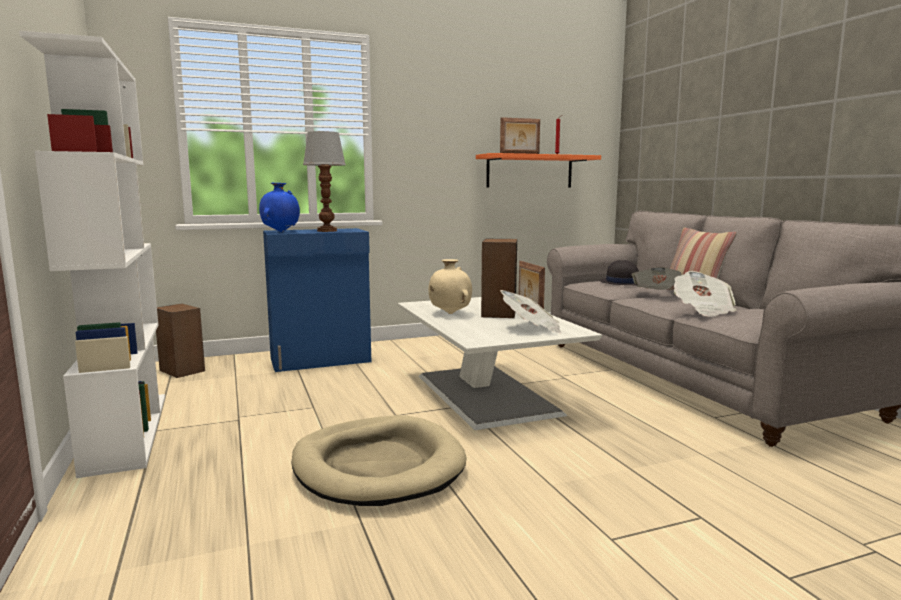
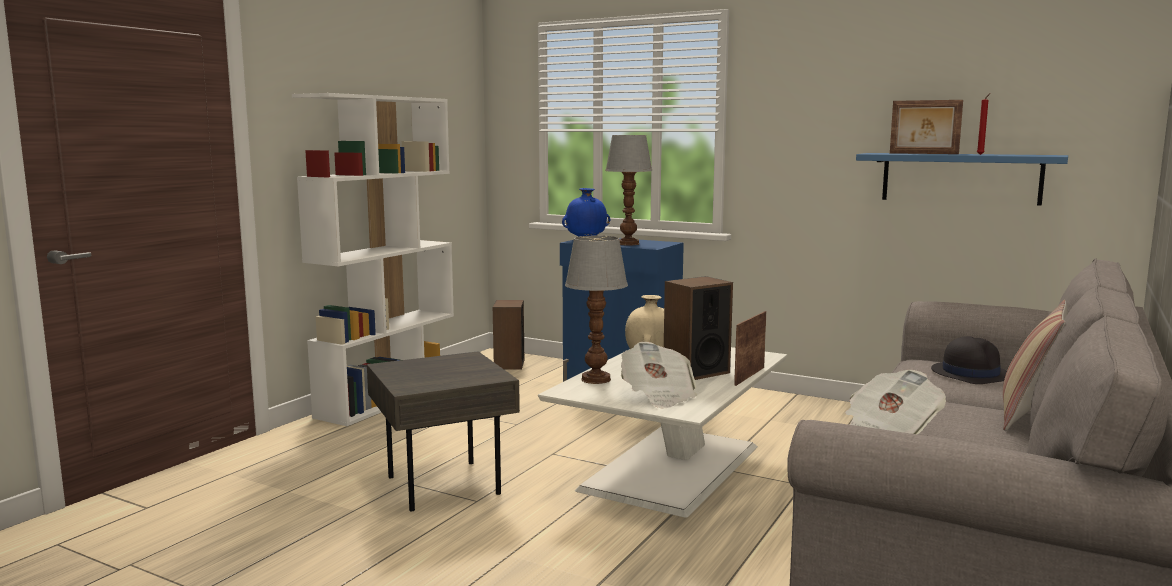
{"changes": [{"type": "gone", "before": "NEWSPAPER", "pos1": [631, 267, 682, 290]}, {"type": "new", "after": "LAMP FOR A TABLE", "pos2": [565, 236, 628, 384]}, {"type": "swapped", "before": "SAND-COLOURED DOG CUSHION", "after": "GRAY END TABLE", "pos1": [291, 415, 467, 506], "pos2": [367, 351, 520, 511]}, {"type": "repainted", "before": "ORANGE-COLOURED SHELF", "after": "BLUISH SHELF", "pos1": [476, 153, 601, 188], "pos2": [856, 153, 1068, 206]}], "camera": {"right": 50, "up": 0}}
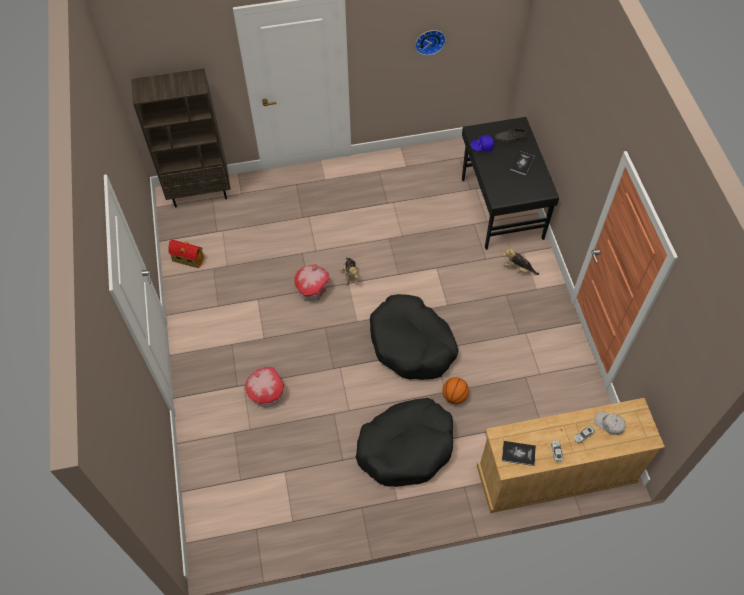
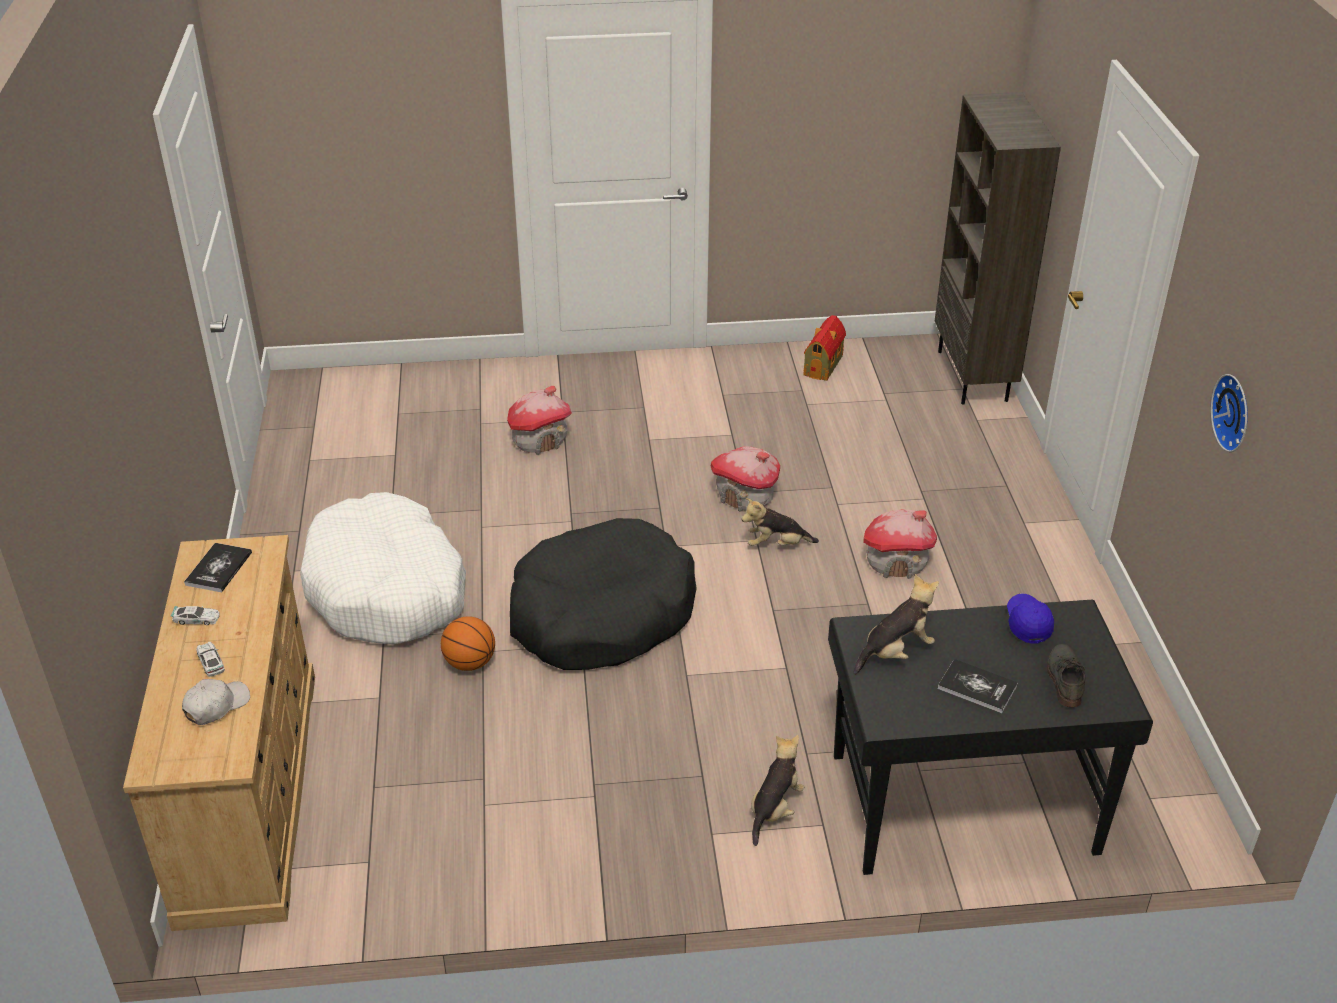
{"changes": [{"type": "new", "after": "CUDDLY TOY", "pos2": [854, 574, 939, 675]}, {"type": "new", "after": "TOY HOUSE", "pos2": [863, 509, 937, 579]}, {"type": "repainted", "before": "BLACK DOG CUSHION", "after": "WHITISH DOG CUSHION", "pos1": [356, 398, 453, 487], "pos2": [300, 492, 466, 645]}], "camera": {"right": 95, "up": -20}}
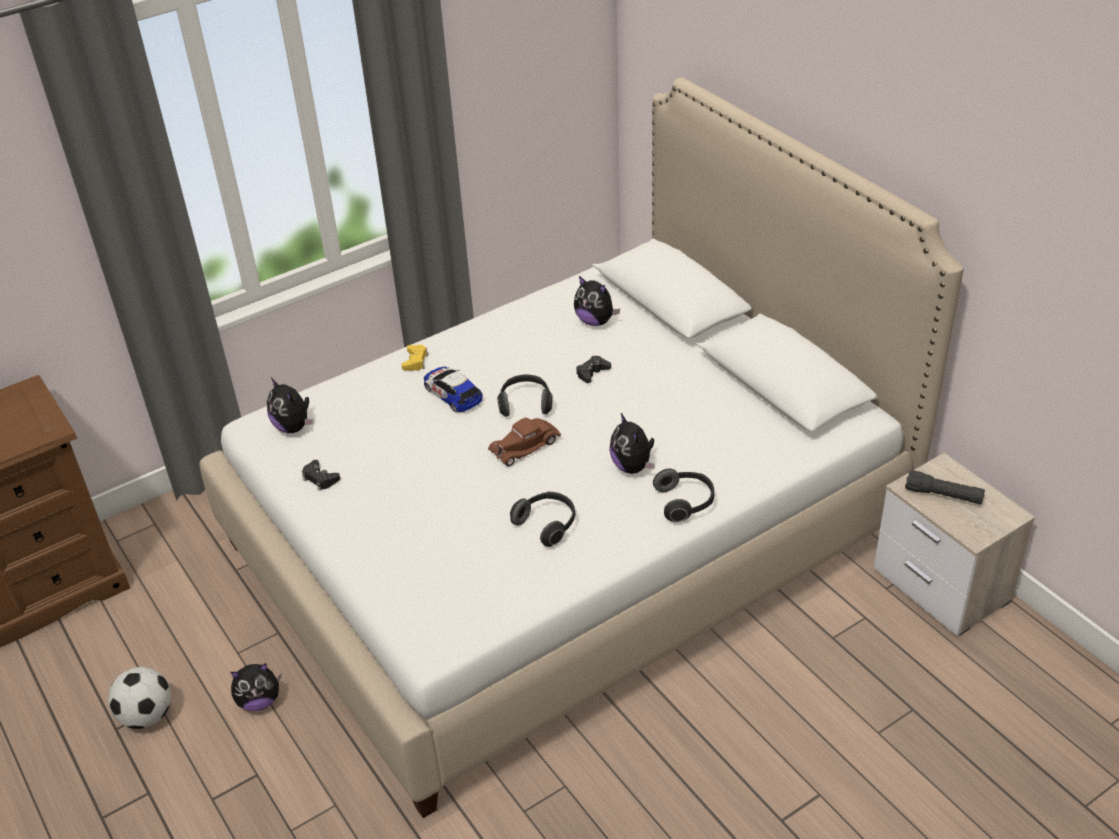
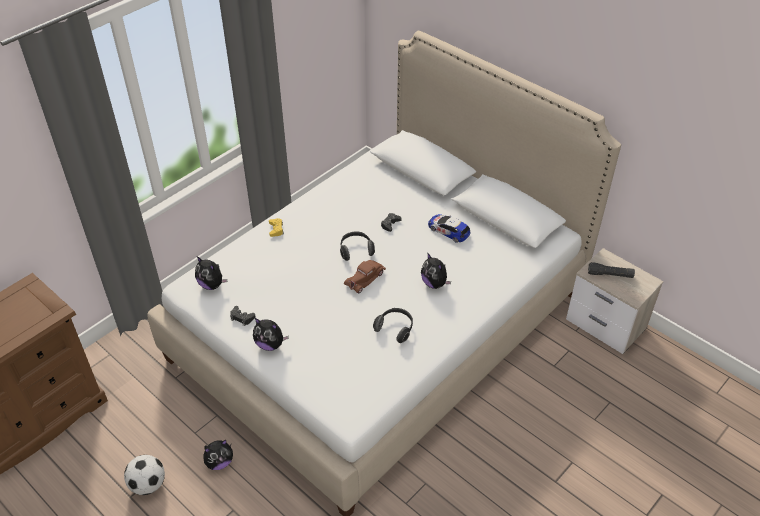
{"changes": [{"type": "gone", "before": "HEADSET", "pos1": [653, 469, 714, 522]}, {"type": "shifted", "before": "MODEL CAR", "pos1": [424, 366, 483, 412], "pos2": [428, 214, 470, 243]}, {"type": "shifted", "before": "CUDDLY TOY", "pos1": [574, 276, 620, 326], "pos2": [253, 318, 289, 351]}], "camera": {"right": -15, "up": 5}}
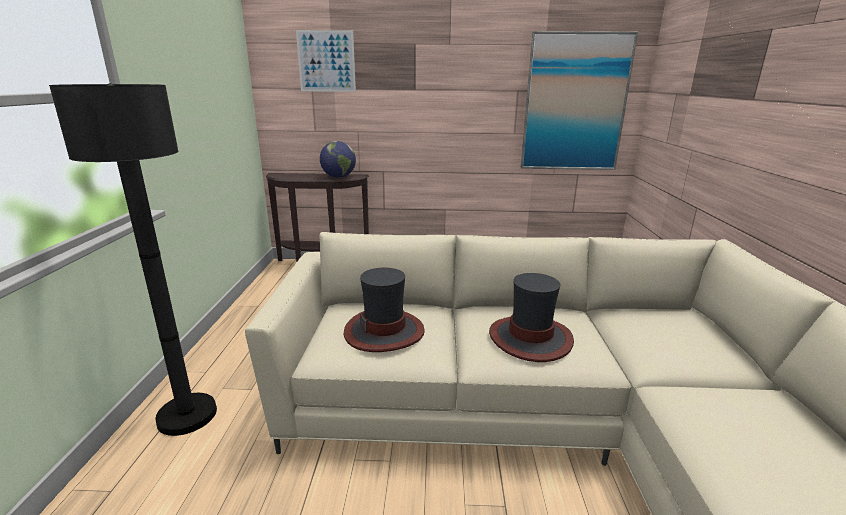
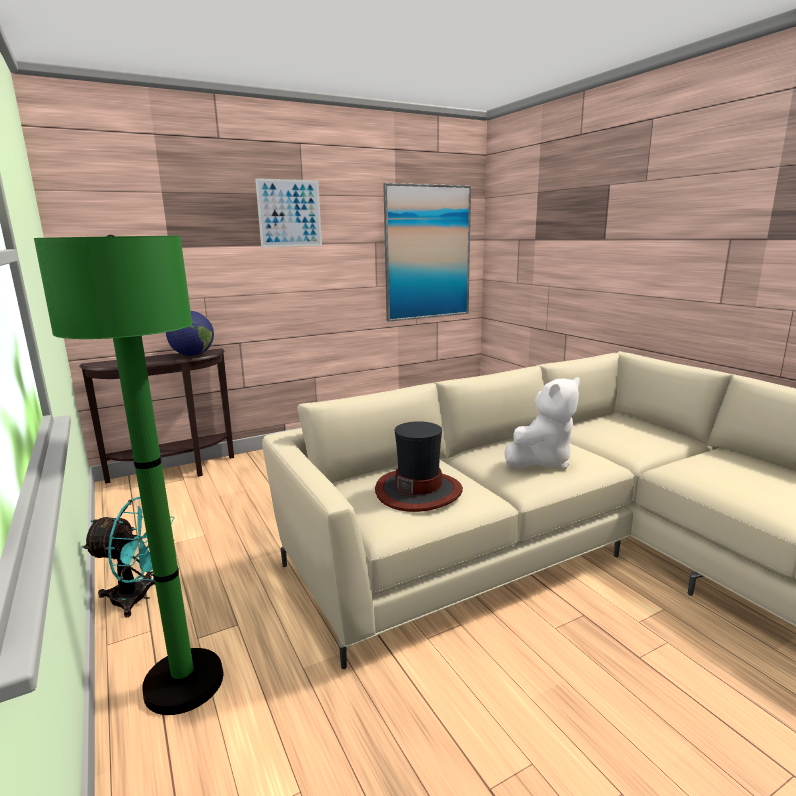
{"changes": [{"type": "new", "after": "TURQUOISE FAN", "pos2": [82, 497, 175, 618]}, {"type": "shifted", "before": "PICTURE", "pos1": [296, 30, 356, 92], "pos2": [255, 178, 322, 247]}, {"type": "swapped", "before": "CLOTHING HAT", "after": "WHITISH CUDDLY TOY", "pos1": [489, 273, 574, 362], "pos2": [504, 377, 580, 469]}, {"type": "repainted", "before": "BLACK STANDARD LAMP", "after": "GREEN STANDARD LAMP", "pos1": [49, 83, 217, 436], "pos2": [34, 235, 223, 715]}], "camera": {"right": -30, "up": -5}}
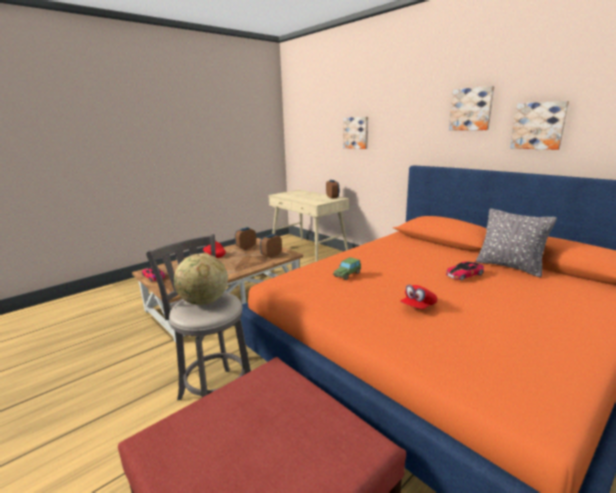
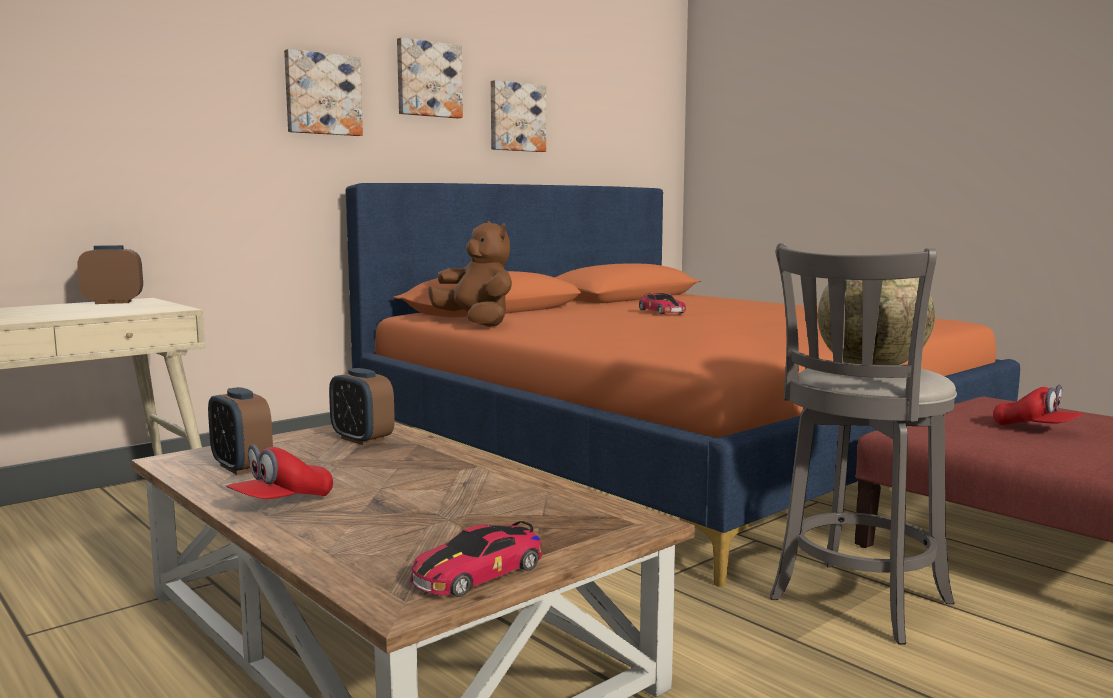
{"changes": [{"type": "gone", "before": "MODEL CAR", "pos1": [333, 257, 361, 280]}, {"type": "gone", "before": "GRAY THROW PILLOW", "pos1": [476, 208, 557, 277]}, {"type": "new", "after": "BROWNISH CUDDLY TOY", "pos2": [428, 221, 512, 327]}, {"type": "shifted", "before": "PICTURE", "pos1": [343, 117, 368, 149], "pos2": [284, 49, 363, 136]}, {"type": "shifted", "before": "REDDISH PEAKED CAP", "pos1": [400, 285, 437, 309], "pos2": [993, 385, 1084, 425]}], "camera": {"right": -90, "up": -10}}
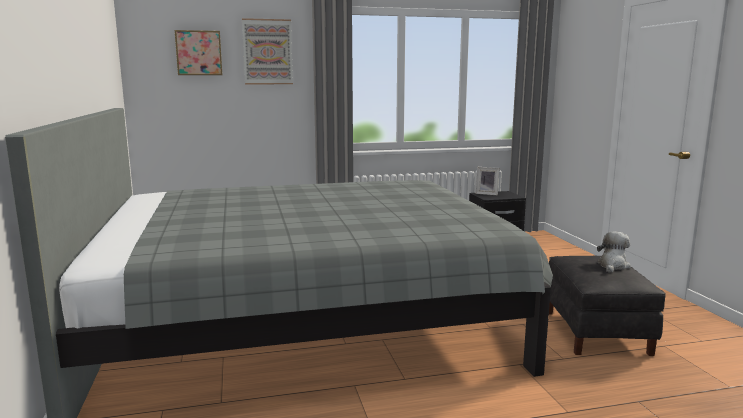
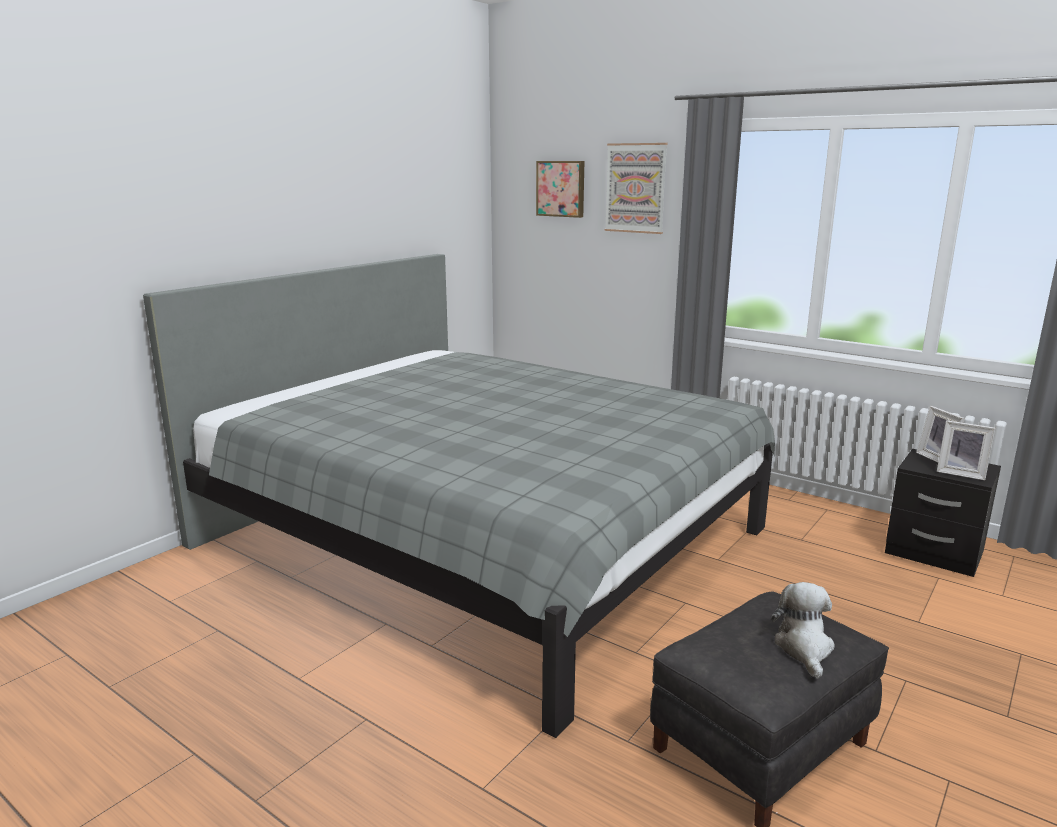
{"changes": [{"type": "new", "after": "PICTURE FRAME", "pos2": [937, 420, 995, 480]}, {"type": "rotated", "before": "CUDDLY TOY", "pos1": [597, 231, 631, 273], "pos2": [771, 582, 835, 679], "turn": -75}], "camera": {"right": 50, "up": 5}}
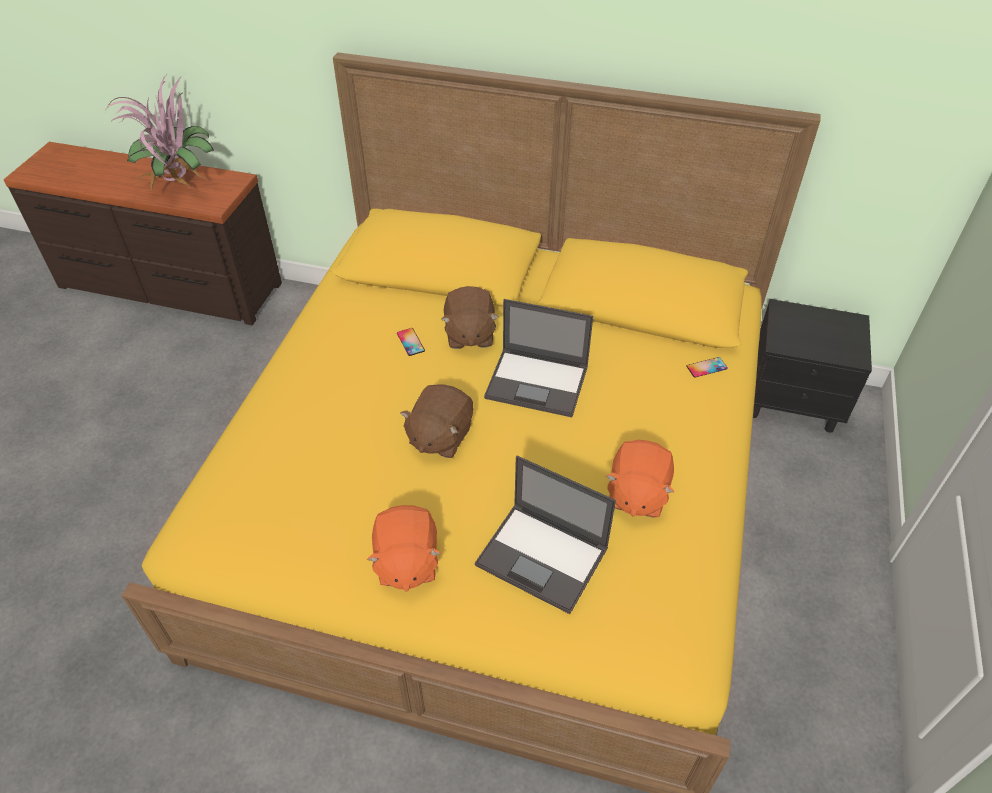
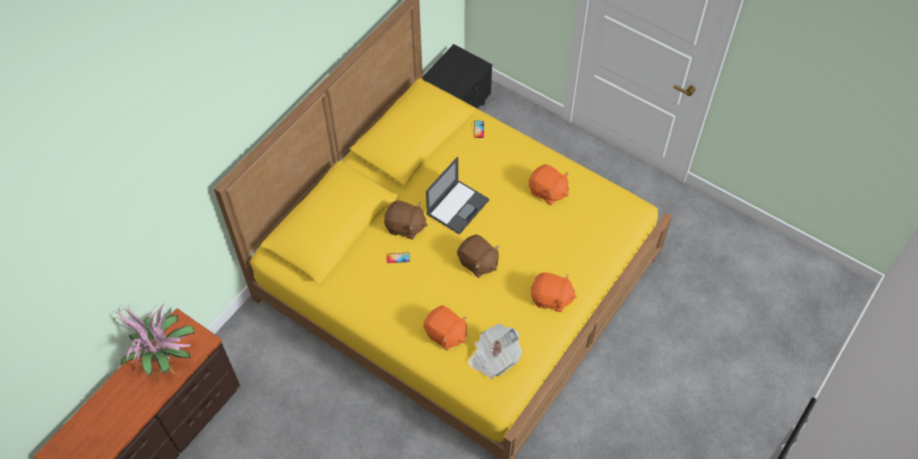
{"changes": [{"type": "gone", "before": "PORTABLE COMPUTER", "pos1": [475, 456, 616, 614]}, {"type": "new", "after": "ORANGE-COLOURED CUDDLY TOY", "pos2": [423, 306, 467, 350]}, {"type": "new", "after": "NEWSPAPER", "pos2": [468, 324, 522, 379]}], "camera": {"right": -70, "up": 10}}
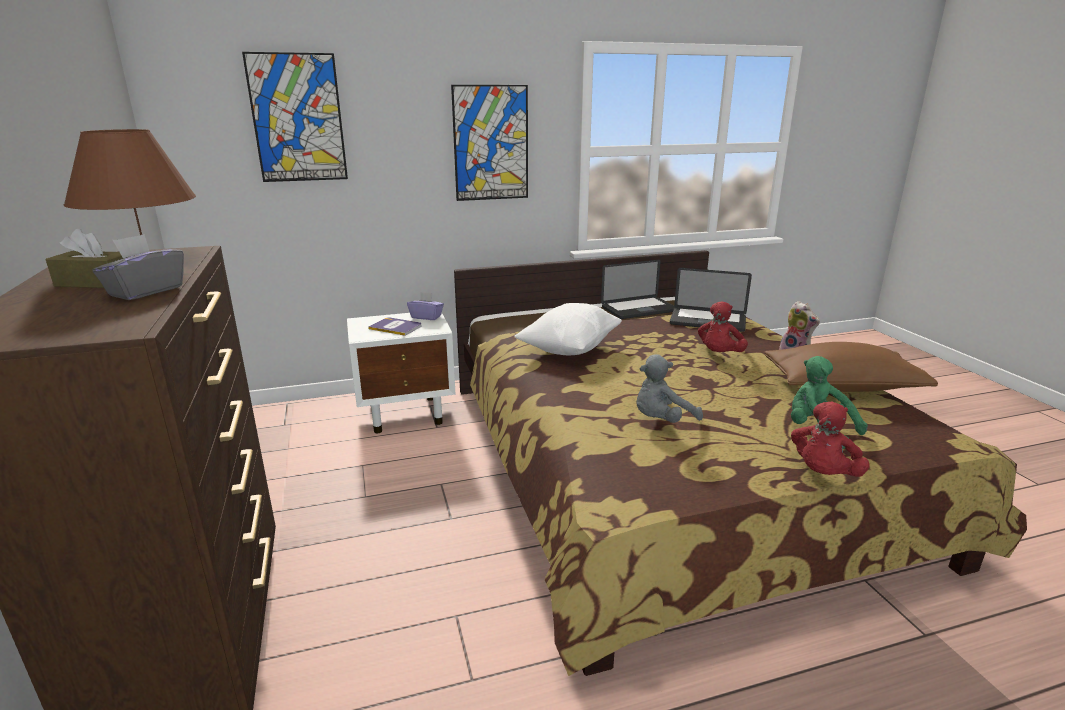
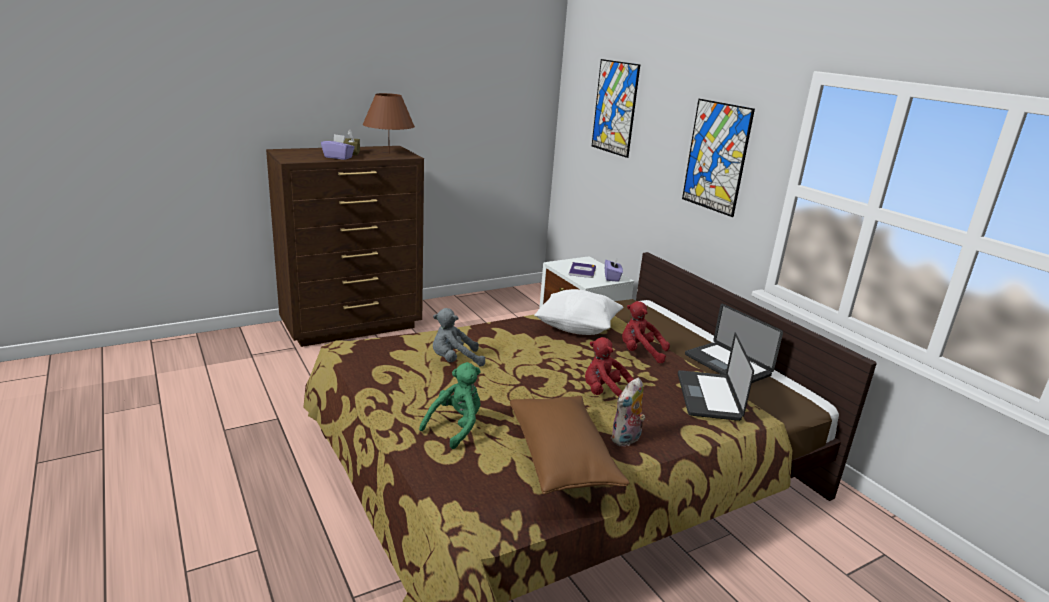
{"changes": [{"type": "shifted", "before": "REDDISH CUDDLY TOY", "pos1": [791, 401, 870, 477], "pos2": [622, 301, 670, 363]}, {"type": "repainted", "before": "GRAY TISSUE HOLDER", "after": "PURPLE TISSUE HOLDER", "pos1": [92, 234, 184, 300], "pos2": [321, 134, 355, 160]}, {"type": "rotated", "before": "GRAY CUDDLY TOY", "pos1": [636, 354, 703, 423], "pos2": [433, 308, 485, 366], "turn": -60}], "camera": {"right": 75, "up": 0}}
